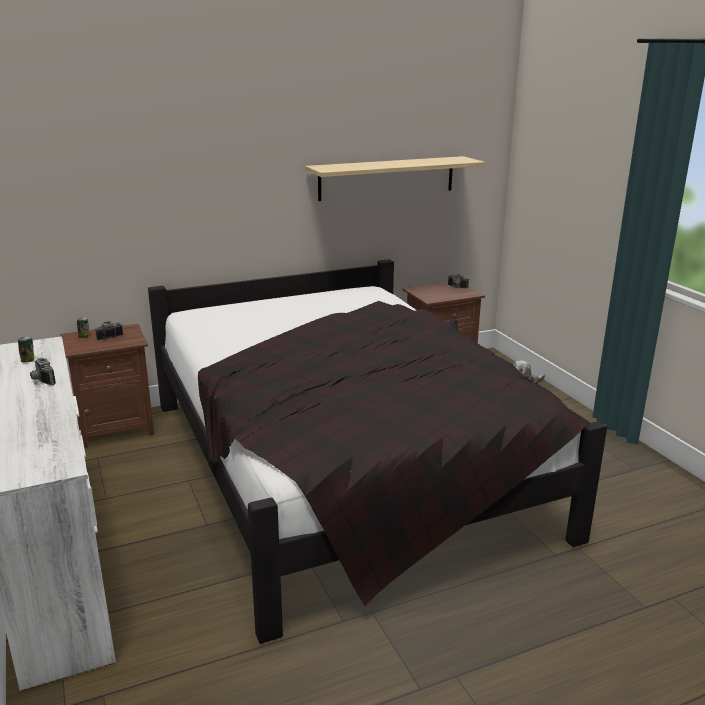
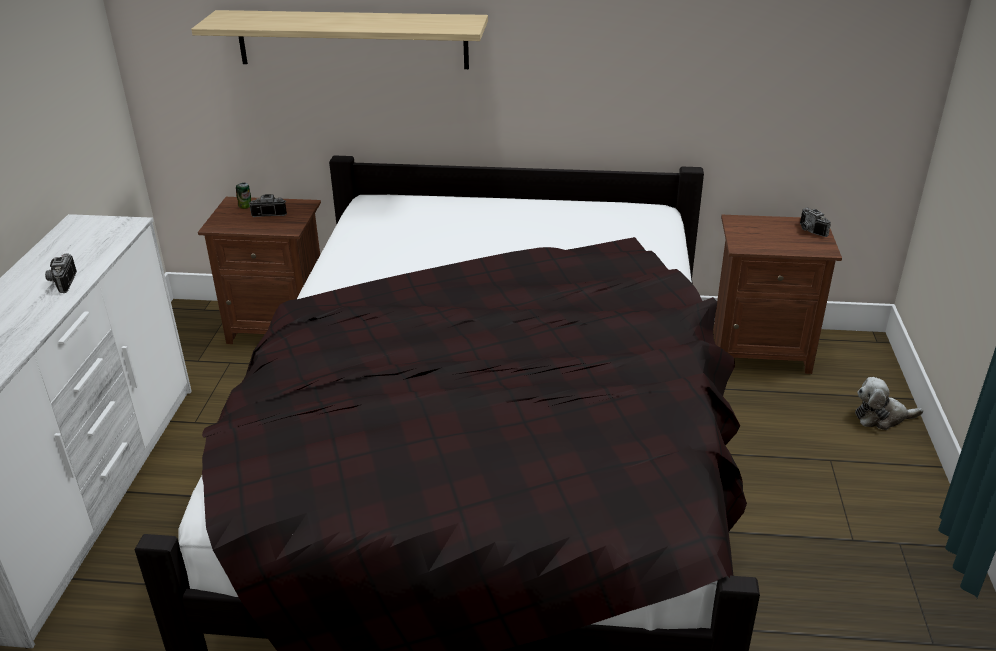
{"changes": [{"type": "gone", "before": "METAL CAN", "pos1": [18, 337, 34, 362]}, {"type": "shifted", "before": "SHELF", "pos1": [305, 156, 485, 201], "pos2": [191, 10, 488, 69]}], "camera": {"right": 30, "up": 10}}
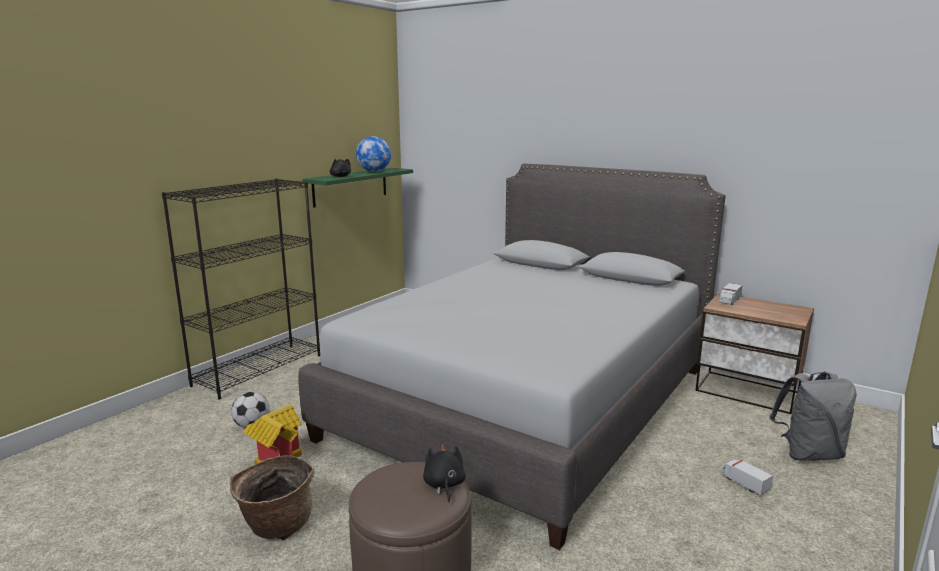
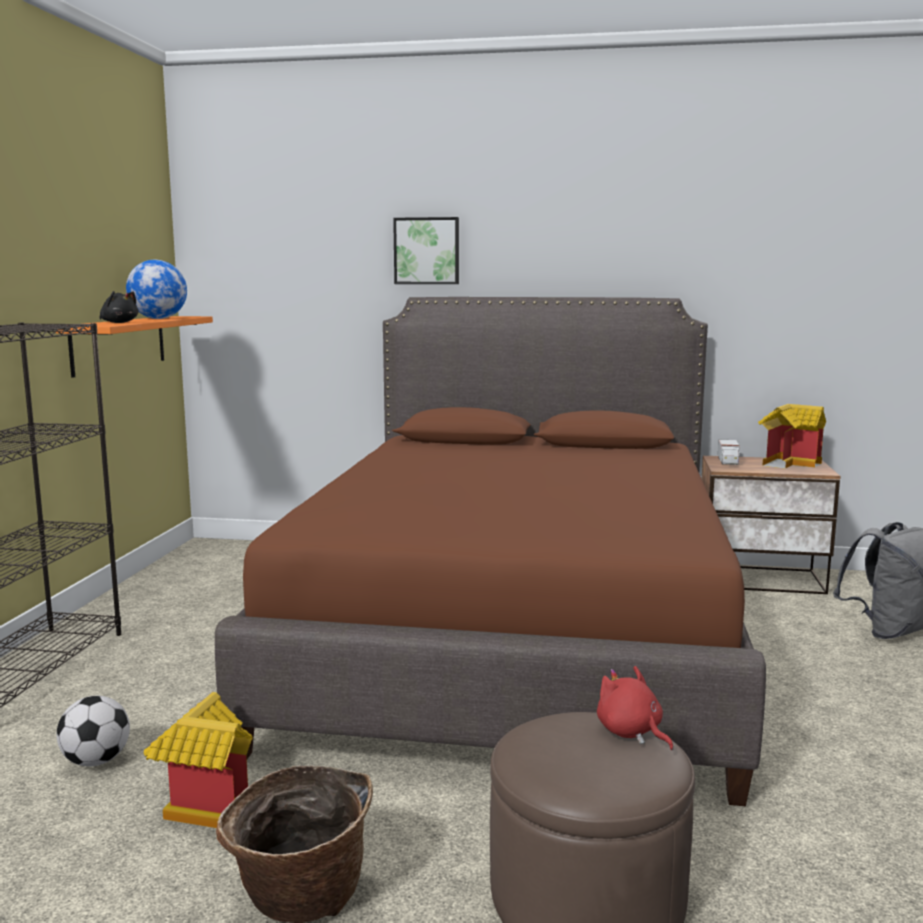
{"changes": [{"type": "gone", "before": "MODEL TRUCK", "pos1": [722, 459, 773, 495]}, {"type": "new", "after": "PICTURE", "pos2": [393, 217, 459, 284]}, {"type": "new", "after": "TOY HOUSE", "pos2": [758, 404, 826, 469]}, {"type": "repainted", "before": "GRAY SLEEPING BED", "after": "BROWNISH SLEEPING BED", "pos1": [298, 163, 725, 550], "pos2": [215, 297, 766, 806]}, {"type": "repainted", "before": "GREEN SHELF", "after": "ORANGE-COLOURED SHELF", "pos1": [303, 168, 413, 208], "pos2": [56, 316, 213, 378]}, {"type": "repainted", "before": "BLACK CUDDLY TOY", "after": "REDDISH CUDDLY TOY", "pos1": [423, 444, 466, 503], "pos2": [597, 666, 673, 750]}], "camera": {"right": -25, "up": -5}}
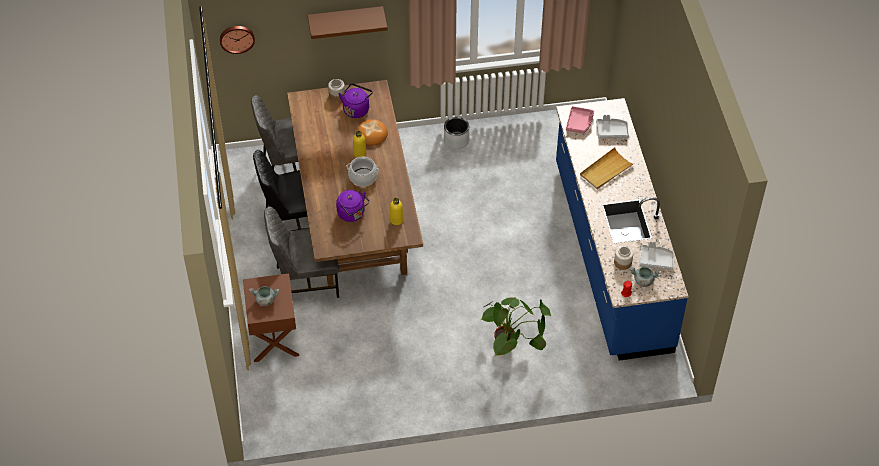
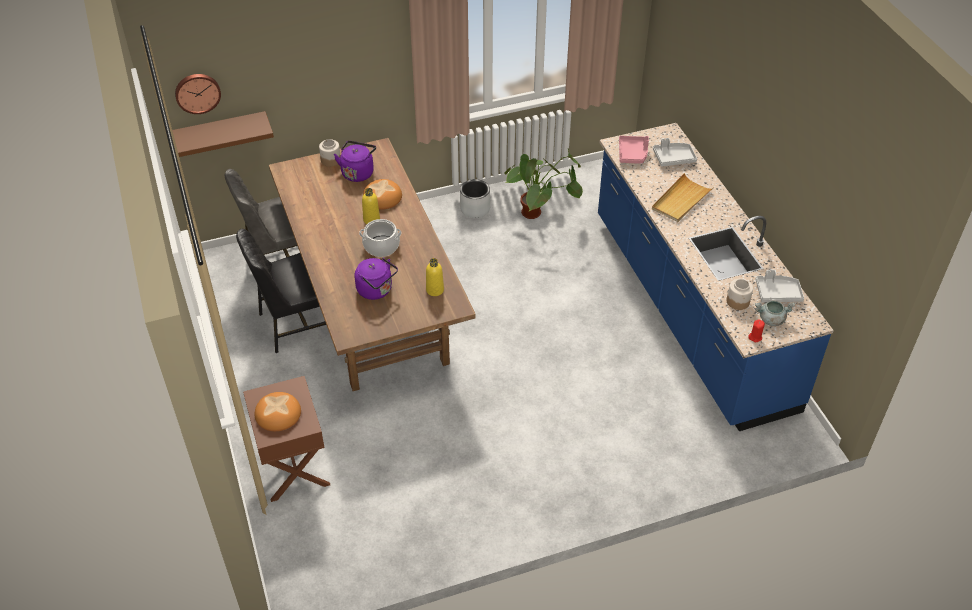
{"changes": [{"type": "gone", "before": "GRAY UPRIGHT CHAIR", "pos1": [264, 207, 339, 298]}, {"type": "shifted", "before": "BROWNISH SHELF", "pos1": [308, 6, 388, 39], "pos2": [172, 111, 274, 157]}, {"type": "shifted", "before": "PLANT IN A POT", "pos1": [481, 297, 551, 357], "pos2": [504, 148, 583, 219]}, {"type": "swapped", "before": "GRAY STOCKPOT", "after": "BREAD", "pos1": [249, 286, 279, 306], "pos2": [255, 392, 301, 431]}], "camera": {"right": -10, "up": -5}}
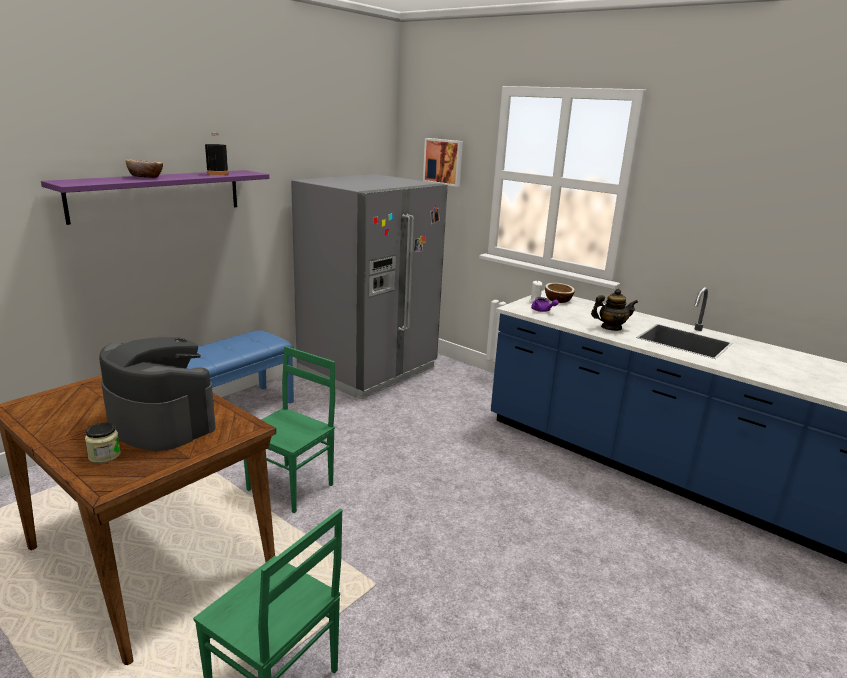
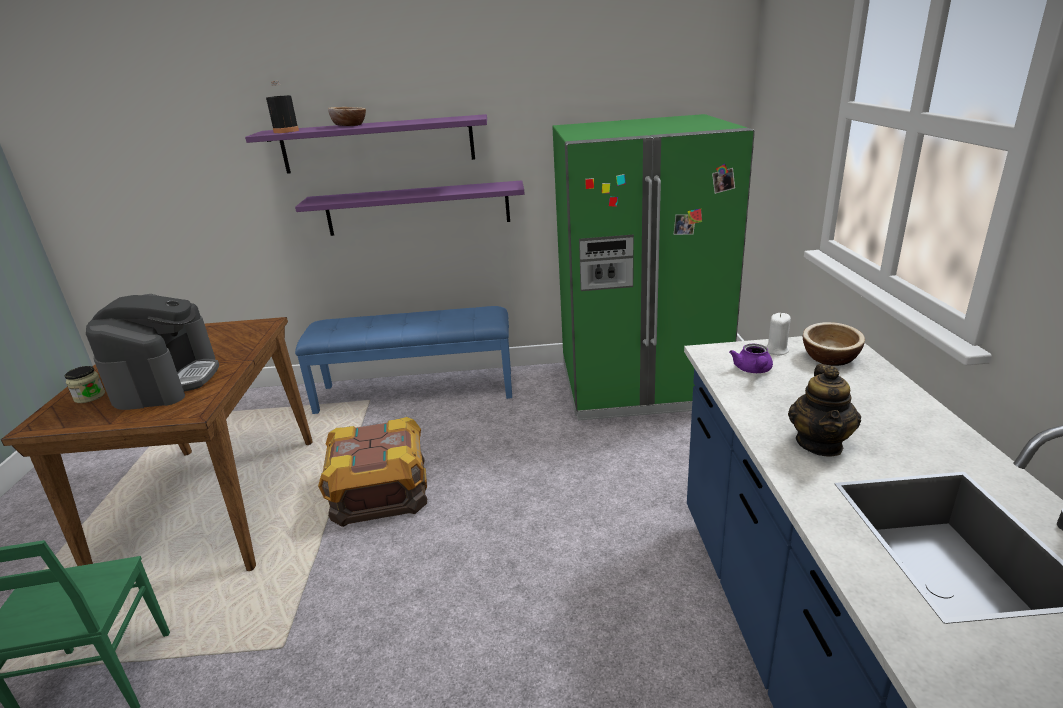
{"changes": [{"type": "gone", "before": "PICTURE", "pos1": [423, 138, 463, 187]}, {"type": "new", "after": "PURPLE SHELF", "pos2": [295, 180, 525, 236]}, {"type": "shifted", "before": "BLACK DRINK BOTTLE", "pos1": [205, 132, 229, 175], "pos2": [266, 81, 299, 133]}, {"type": "swapped", "before": "GREEN UPRIGHT CHAIR", "after": "SHIPPING CRATE", "pos1": [244, 346, 335, 513], "pos2": [318, 417, 427, 527]}, {"type": "repainted", "before": "GRAY FRIDGE", "after": "GREEN FRIDGE", "pos1": [291, 174, 448, 399], "pos2": [552, 114, 755, 421]}, {"type": "rotated", "before": "TEAPOT", "pos1": [591, 289, 638, 331], "pos2": [788, 364, 861, 457], "turn": 60}], "camera": {"right": 50, "up": 5}}
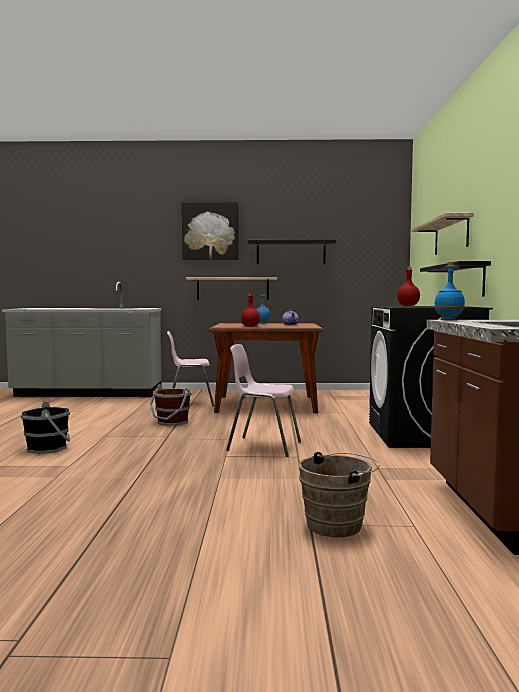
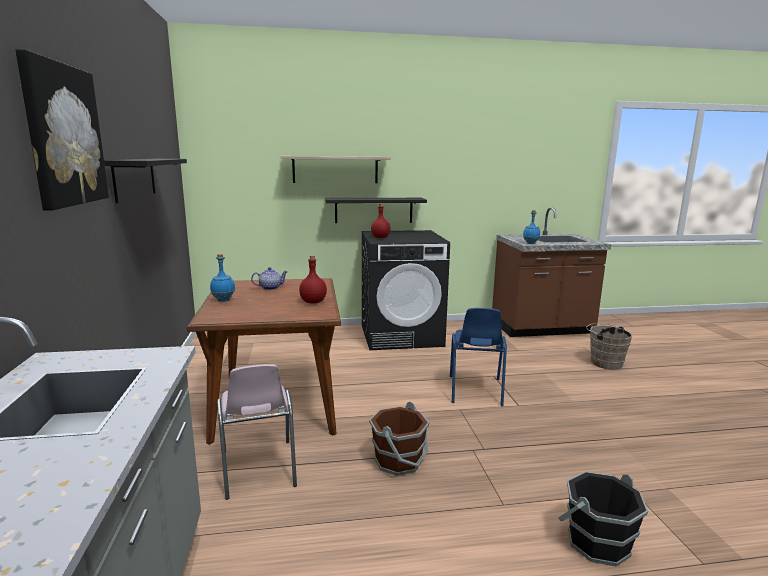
{"changes": [{"type": "gone", "before": "SHELF", "pos1": [186, 277, 277, 300]}, {"type": "repainted", "before": "PINKISH UPRIGHT CHAIR", "after": "BLUISH UPRIGHT CHAIR", "pos1": [226, 344, 301, 457], "pos2": [450, 308, 507, 406]}], "camera": {"right": -100, "up": 10}}
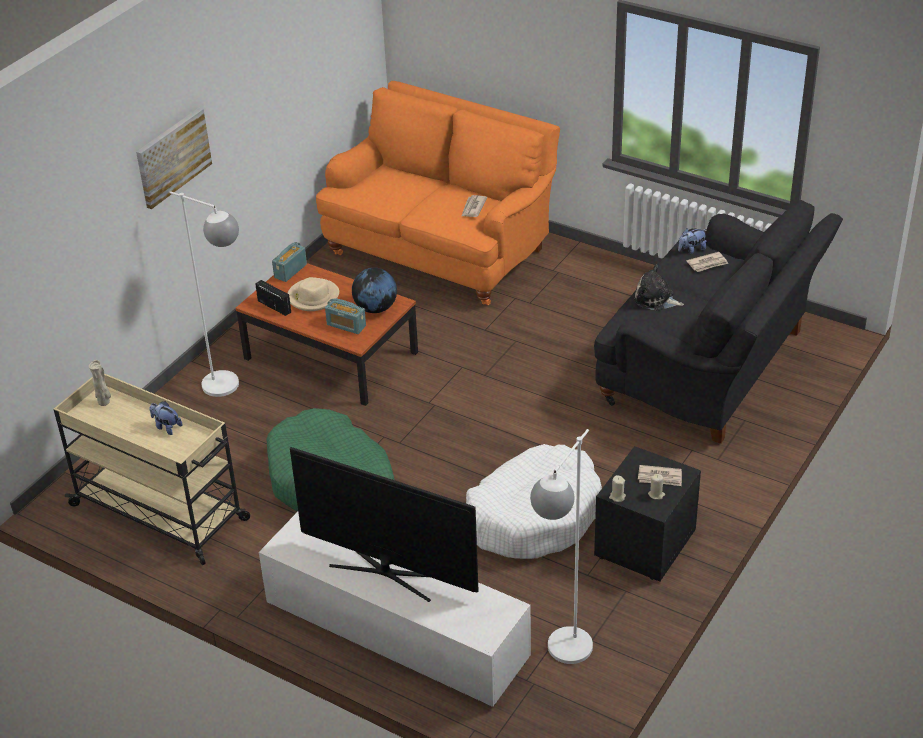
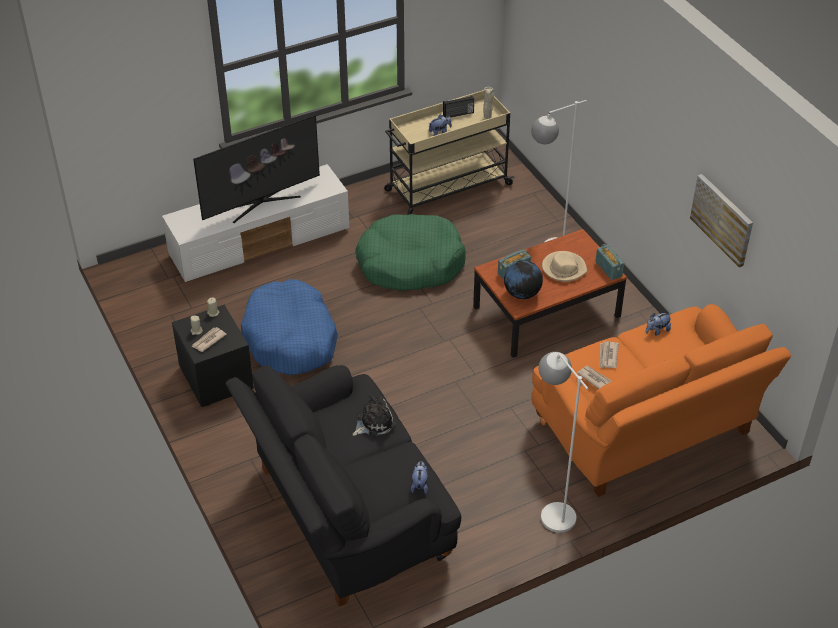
{"changes": [{"type": "new", "after": "CUDDLY TOY", "pos2": [646, 313, 671, 336]}, {"type": "shifted", "before": "PICTURE", "pos1": [136, 108, 212, 209], "pos2": [690, 174, 753, 267]}, {"type": "shifted", "before": "RADIO SET", "pos1": [255, 280, 291, 316], "pos2": [443, 96, 474, 117]}, {"type": "shifted", "before": "WHITISH STANDARD LAMP", "pos1": [530, 429, 593, 664], "pos2": [538, 352, 589, 533]}, {"type": "shifted", "before": "NEWSPAPER", "pos1": [686, 252, 728, 272], "pos2": [600, 341, 619, 368]}, {"type": "repainted", "before": "WHITISH DOG CUSHION", "after": "BLUISH DOG CUSHION", "pos1": [466, 444, 602, 559], "pos2": [241, 279, 338, 375]}], "camera": {"right": 120, "up": 5}}
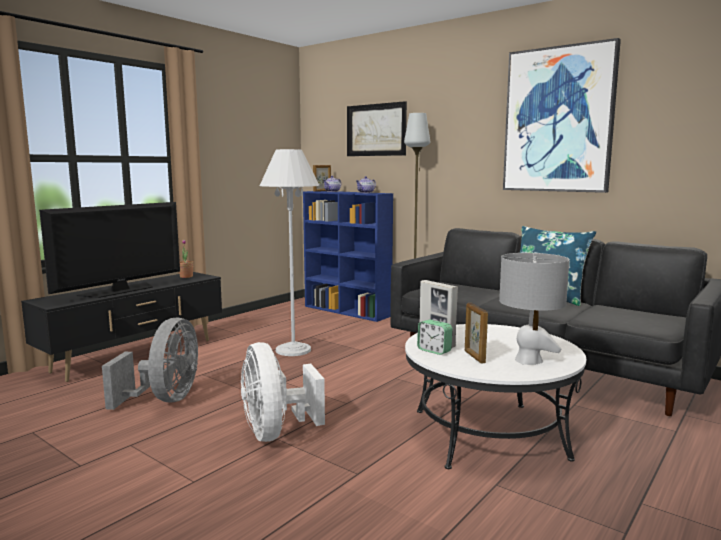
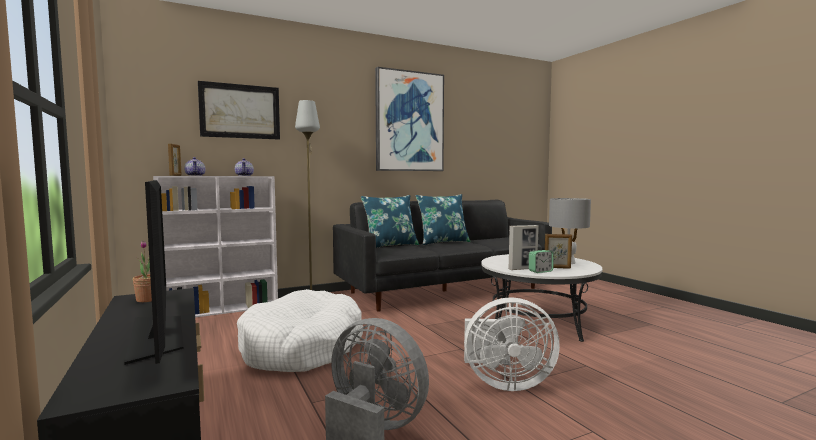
{"changes": [{"type": "new", "after": "BLUISH THROW PILLOW", "pos2": [361, 195, 419, 248]}, {"type": "swapped", "before": "WHITISH STANDARD LAMP", "after": "WHITISH DOG CUSHION", "pos1": [260, 149, 320, 356], "pos2": [237, 289, 363, 372]}, {"type": "repainted", "before": "BLUISH BOOKSHELF", "after": "WHITISH BOOKSHELF", "pos1": [303, 191, 393, 322], "pos2": [153, 176, 278, 317]}], "camera": {"right": -65, "up": -5}}
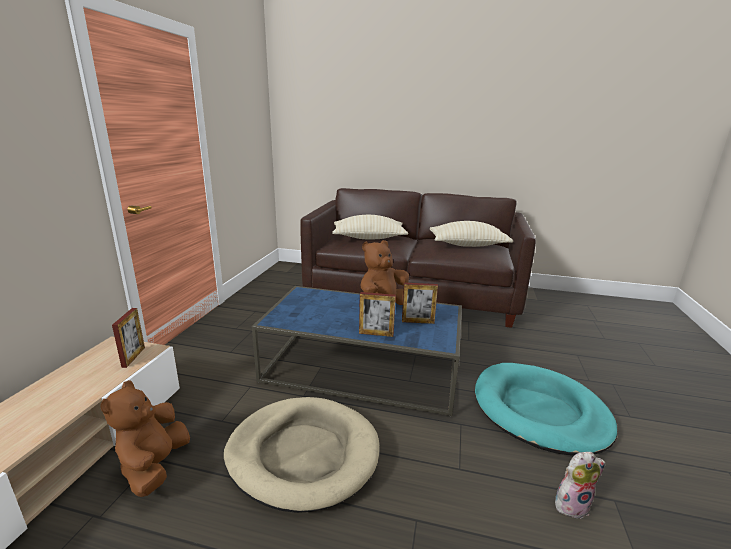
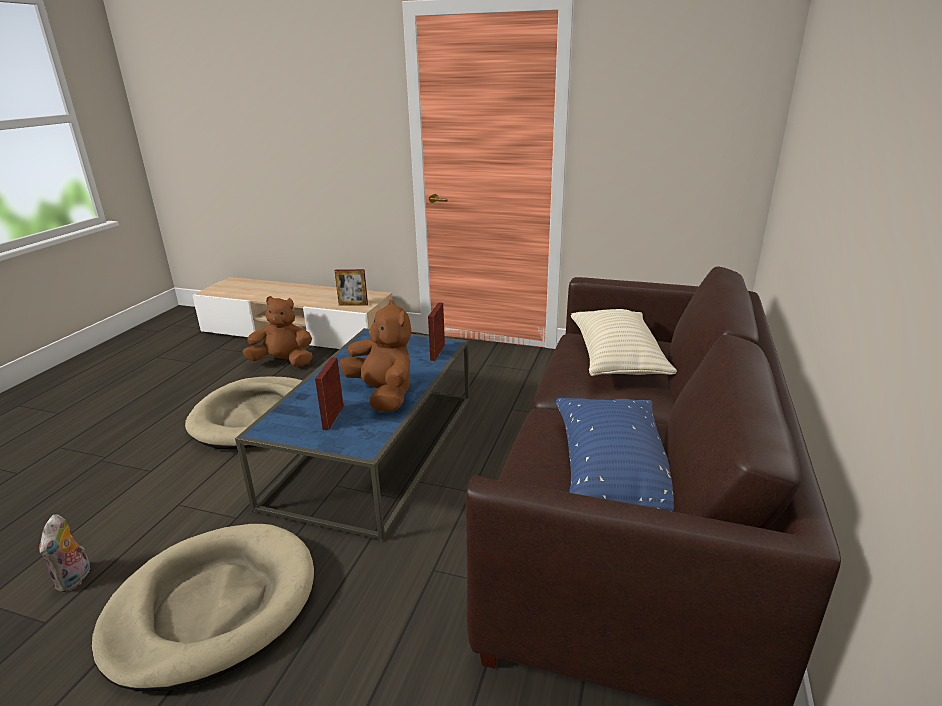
{"changes": [{"type": "shifted", "before": "PICTURE FRAME", "pos1": [359, 292, 396, 337], "pos2": [428, 303, 445, 361]}, {"type": "repainted", "before": "SAND-COLOURED THROW PILLOW", "after": "BLUISH THROW PILLOW", "pos1": [430, 221, 513, 247], "pos2": [556, 398, 674, 511]}, {"type": "repainted", "before": "TURQUOISE DOG CUSHION", "after": "SAND-COLOURED DOG CUSHION", "pos1": [475, 363, 617, 455], "pos2": [92, 524, 314, 691]}], "camera": {"right": 95, "up": 5}}
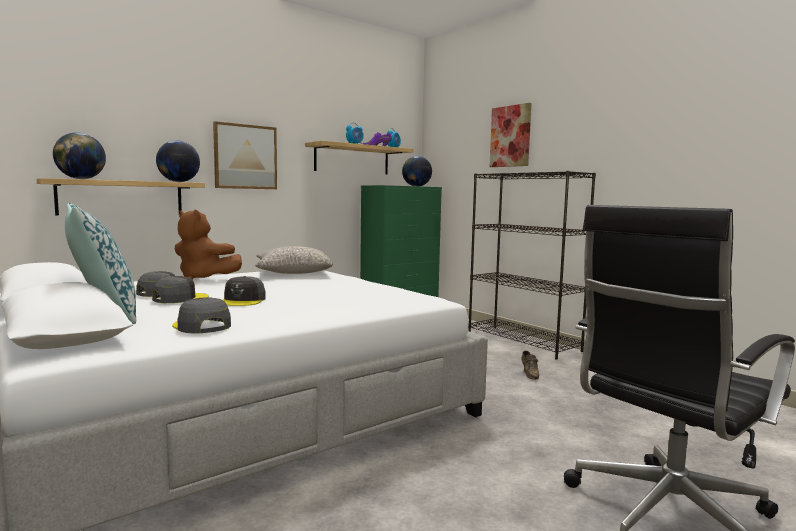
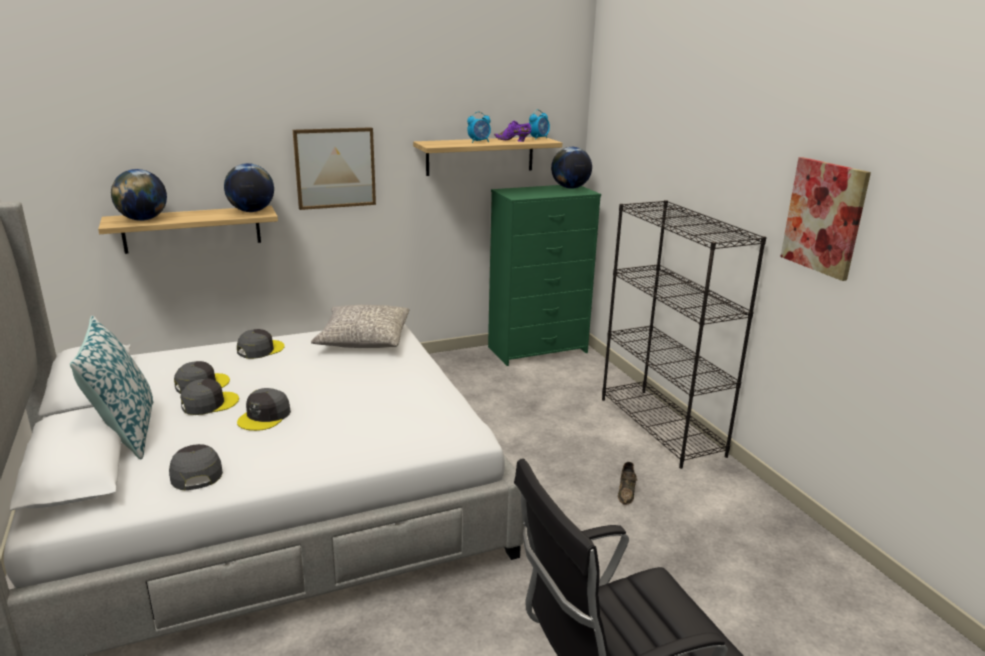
{"changes": [{"type": "shifted", "before": "PICTURE", "pos1": [490, 103, 532, 167], "pos2": [780, 157, 871, 281]}, {"type": "swapped", "before": "BROWNISH CUDDLY TOY", "after": "GRAY PEAKED CAP", "pos1": [175, 210, 242, 280], "pos2": [237, 329, 285, 359]}], "camera": {"right": 15, "up": 15}}
